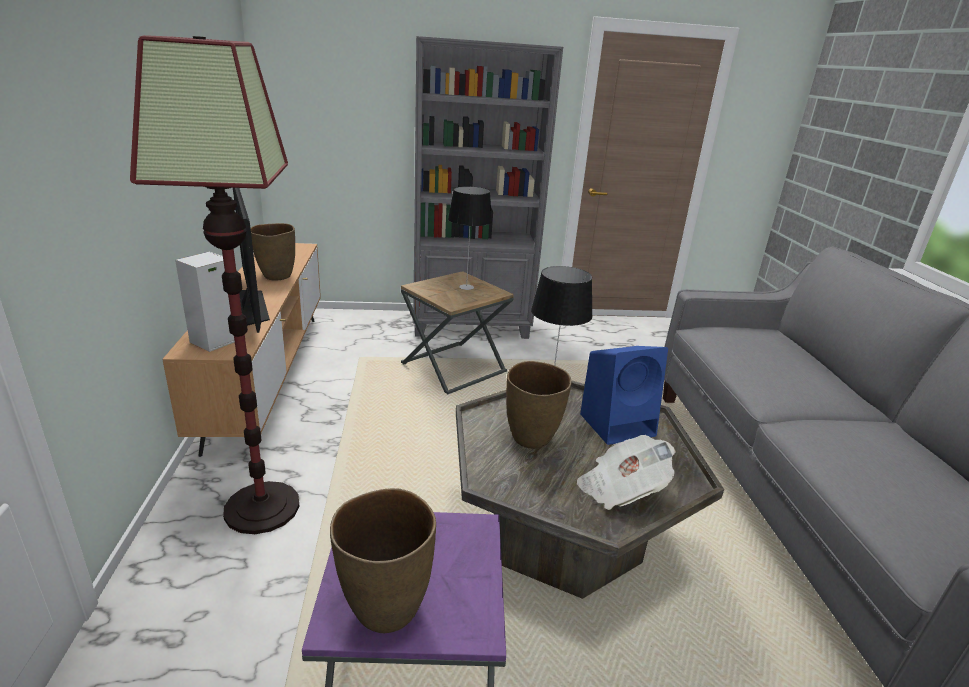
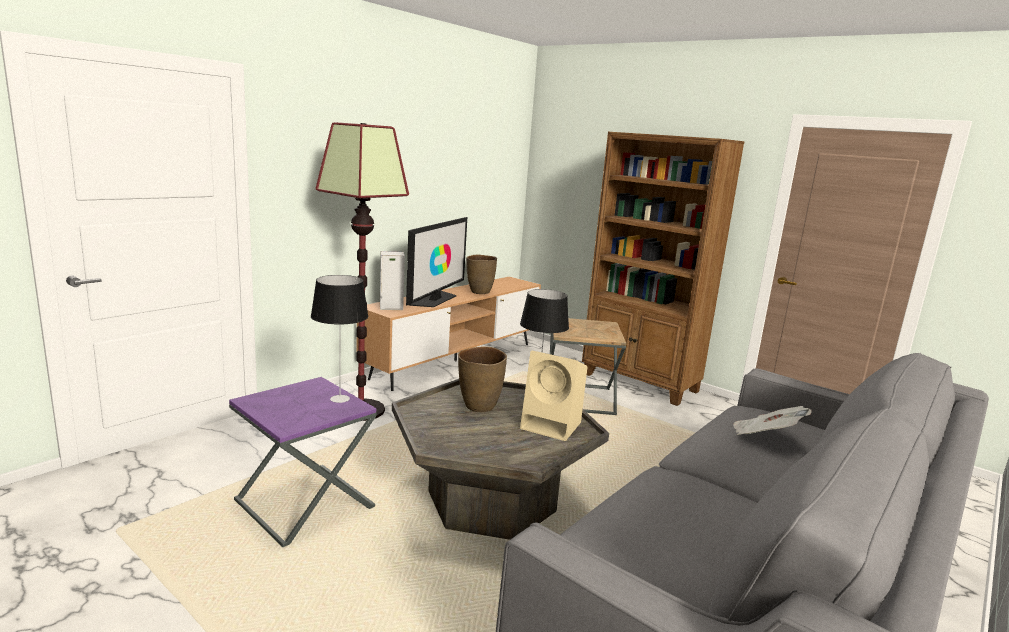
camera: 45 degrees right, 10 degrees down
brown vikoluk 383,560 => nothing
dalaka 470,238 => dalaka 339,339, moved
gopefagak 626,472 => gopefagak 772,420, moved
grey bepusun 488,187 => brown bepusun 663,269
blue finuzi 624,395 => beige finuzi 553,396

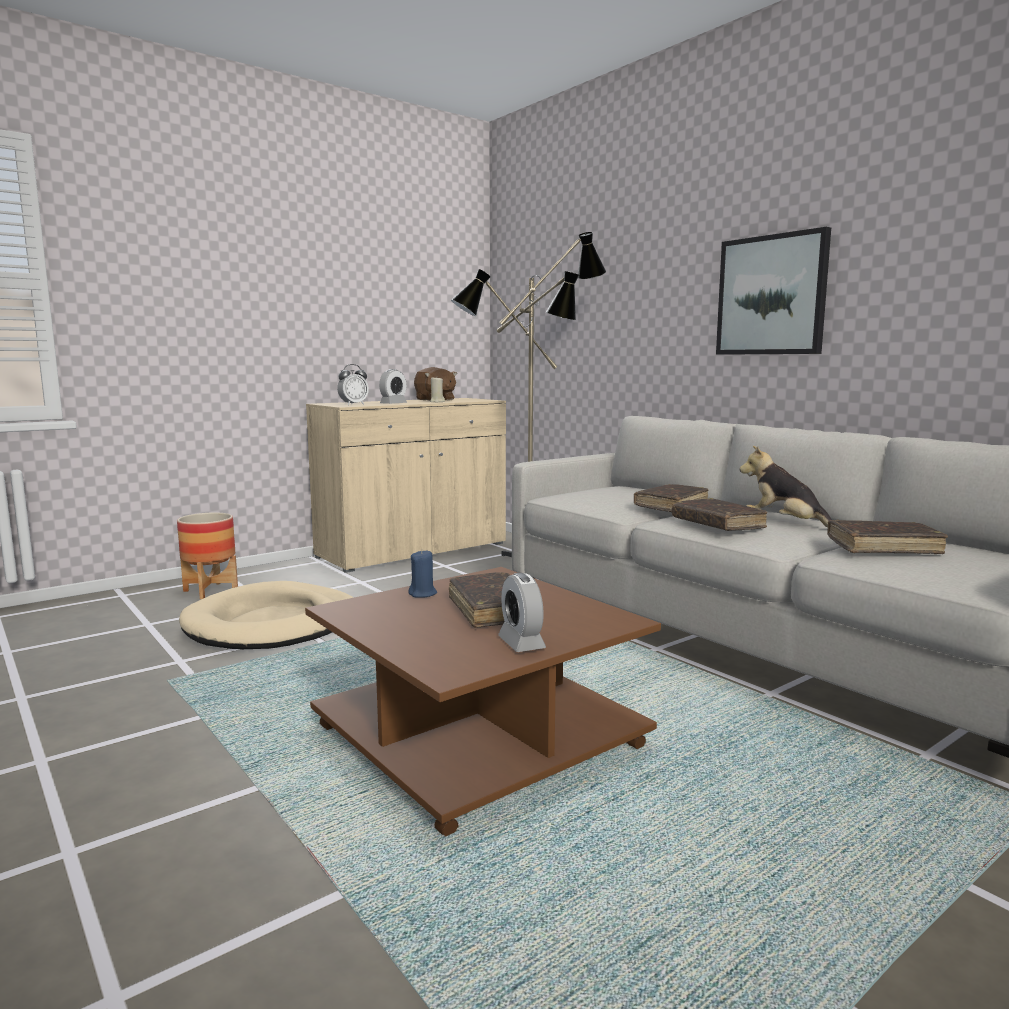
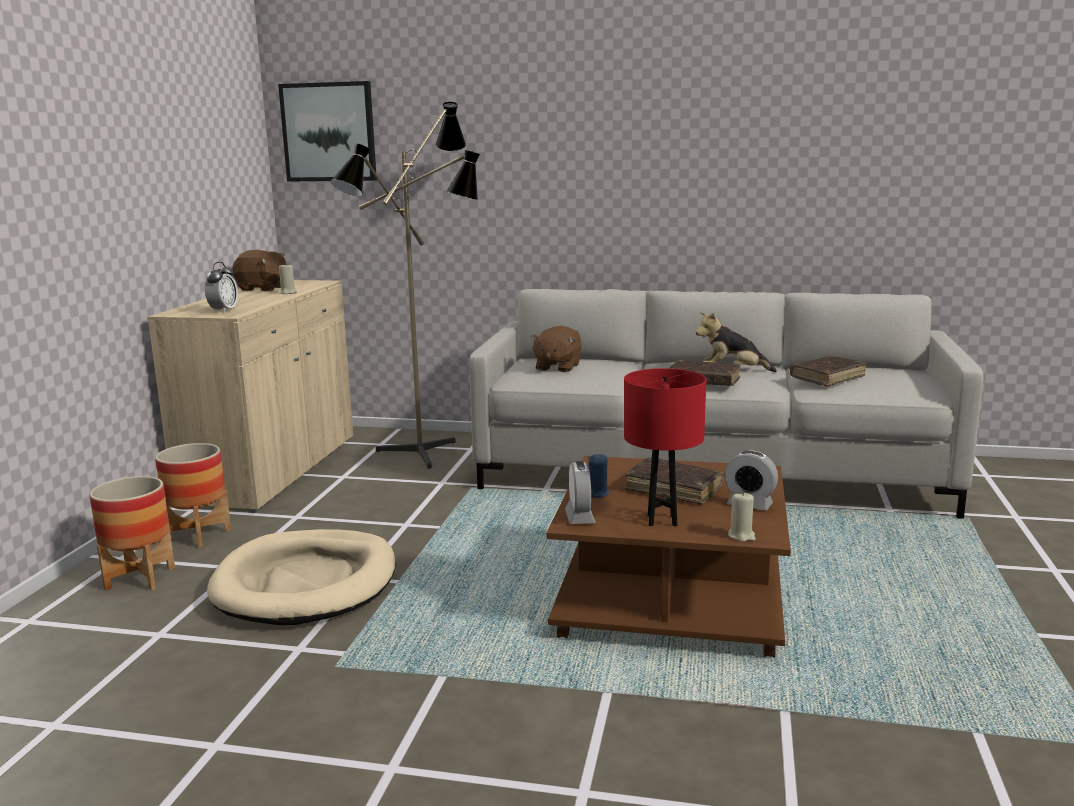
camera: 40 degrees left, 5 degrees up
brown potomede 671,498 => nothing
nothing => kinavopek 193,495
nothing => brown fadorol 556,349
nothing => red dalaka 665,447
nothing => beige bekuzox 741,517
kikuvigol 393,386 => kikuvigol 580,492, moved
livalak 773,291 => livalak 327,131, moved

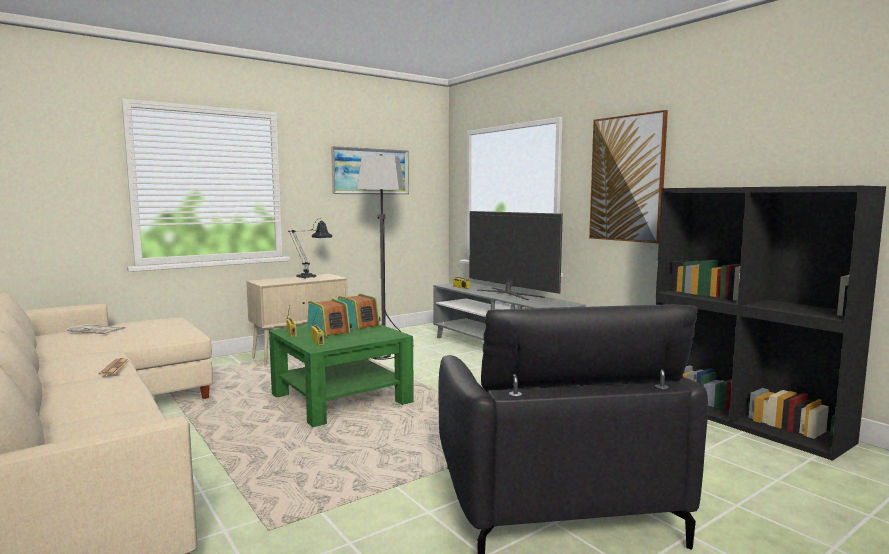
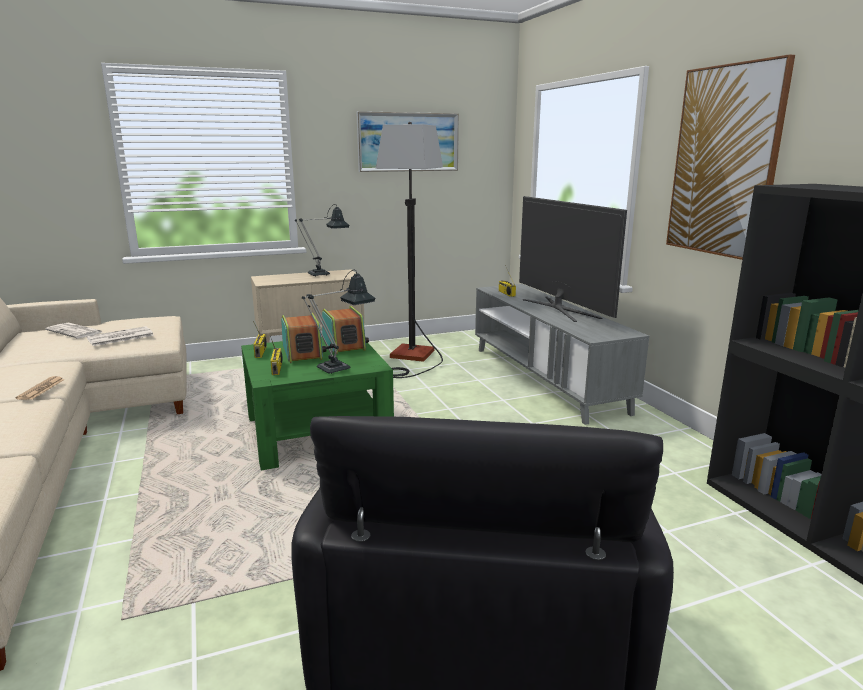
camera: 15 degrees right, 10 degrees up
nothing => gopefagak 120,336
nothing => dalaka 338,322

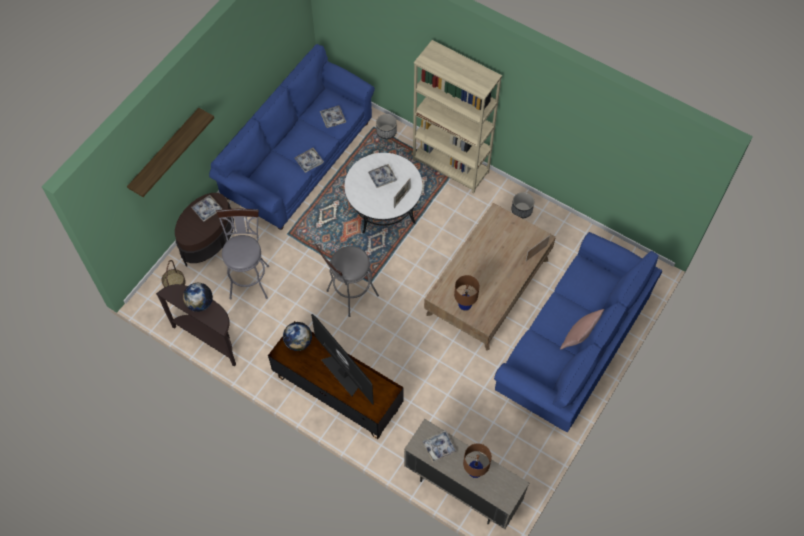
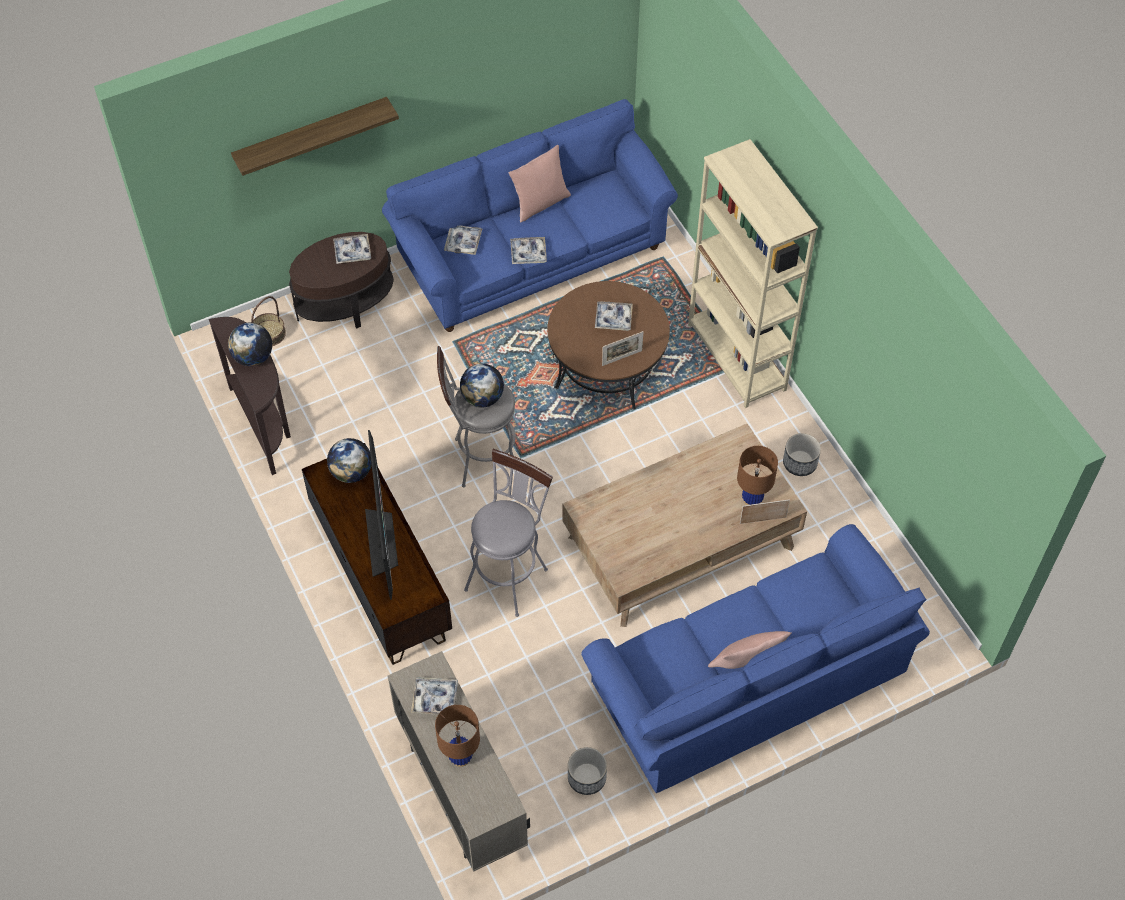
camera: 30 degrees right, 5 degrees down
nothing => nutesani 482,385
nothing => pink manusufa 540,184
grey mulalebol 242,254 => grey mulalebol 508,533, moved
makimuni 333,117 => makimuni 463,240, moved
kinavopek 386,126 => kinavopek 587,771, moved
brown dalaka 466,293 => brown dalaka 757,475, moved
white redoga 383,193 => brown redoga 608,345

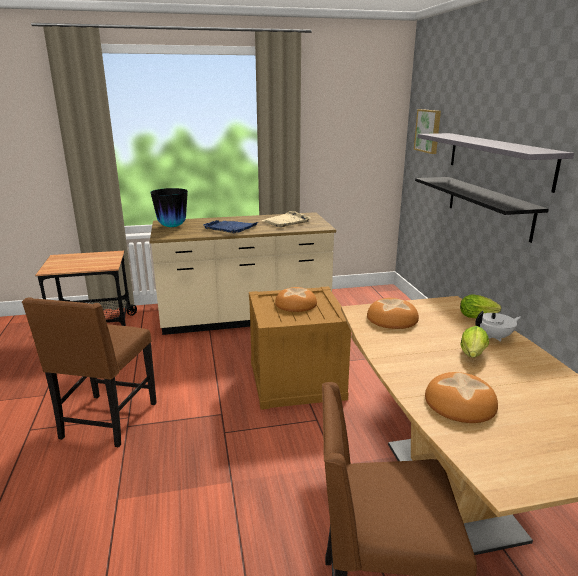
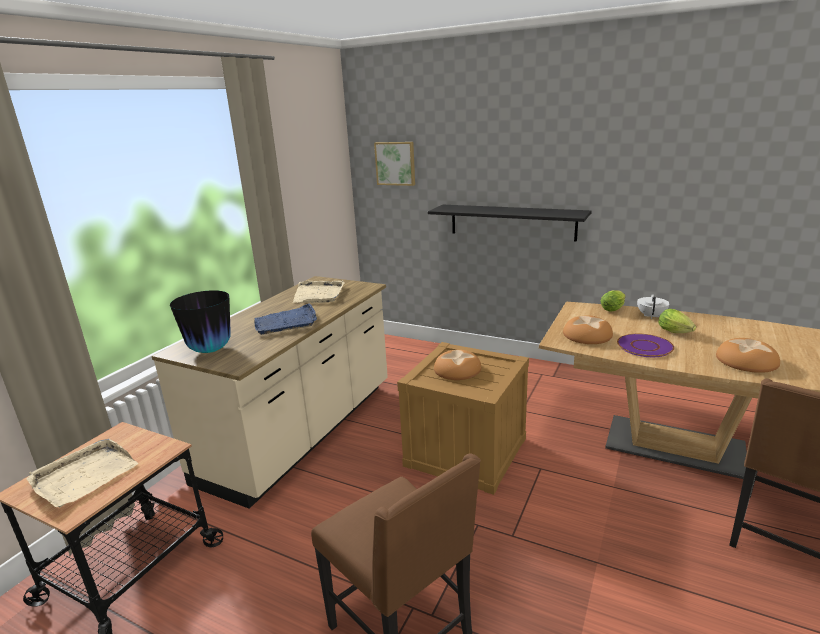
camera: 50 degrees left, 0 degrees up
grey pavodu 495,163 => nothing
nothing => beige makimuni 82,473
nothing => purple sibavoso 645,345

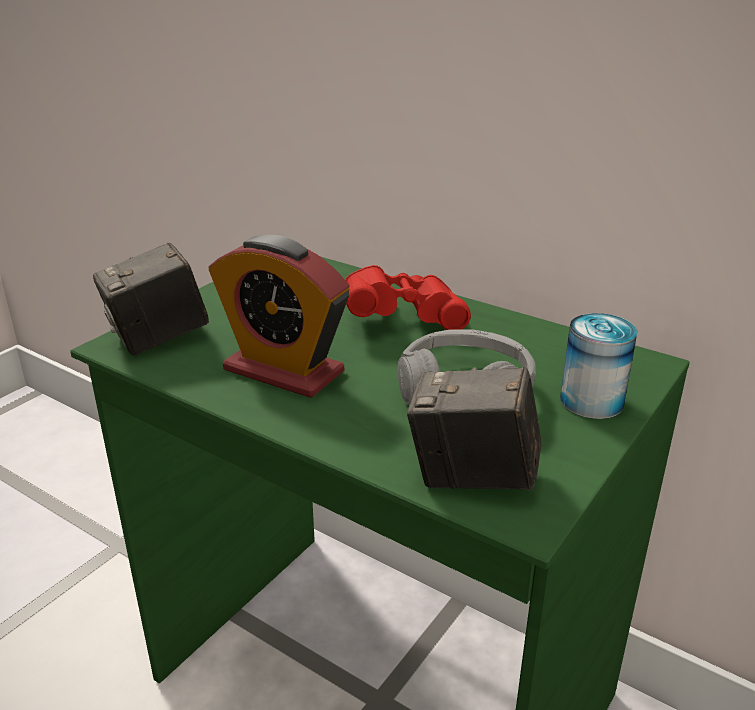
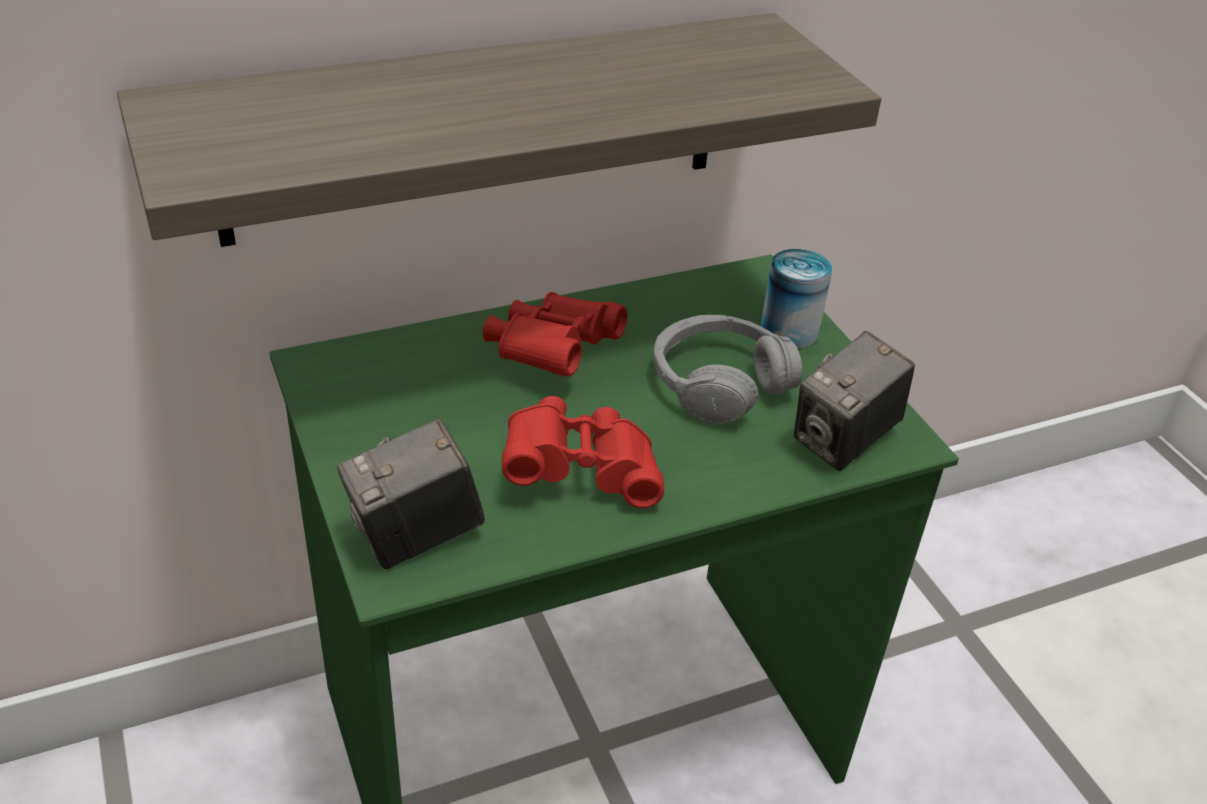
camera: 60 degrees left, 10 degrees up
nothing => pavodu 499,130
kikuvigol 279,316 => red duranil 583,452
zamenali 151,299 => zamenali 411,493, 60 degrees clockwise

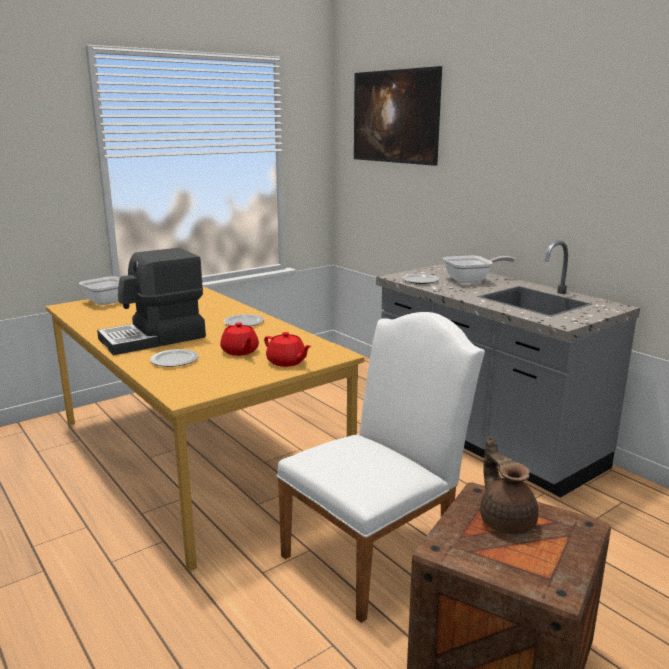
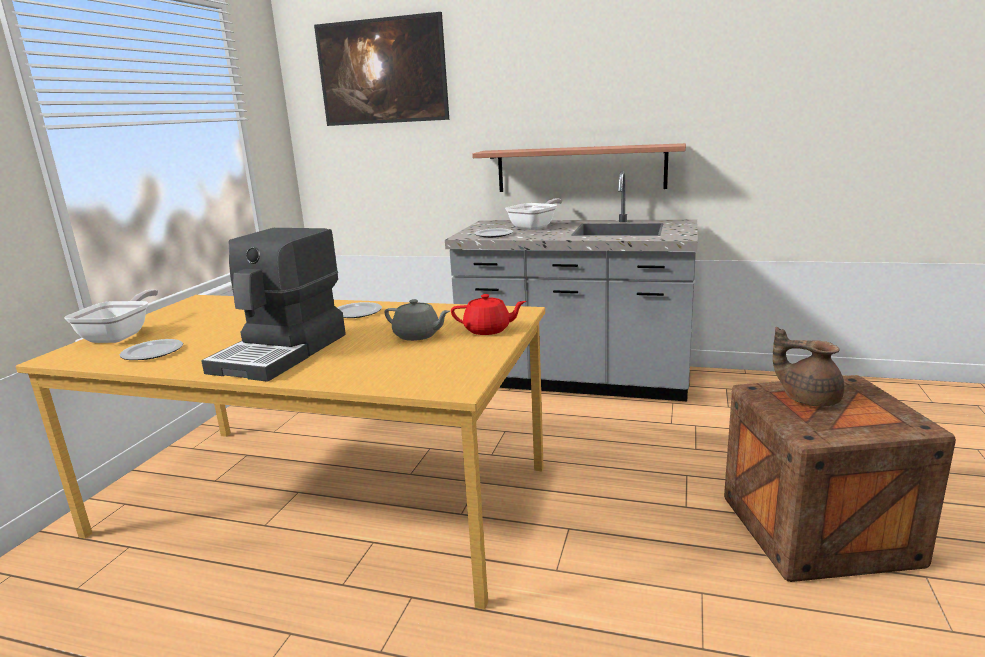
camera: 35 degrees left, 0 degrees up
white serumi 381,467 => nothing
nothing => pavodu 579,167
sibavoso 174,358 => sibavoso 151,349, moved
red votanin 239,339 => grey votanin 417,320

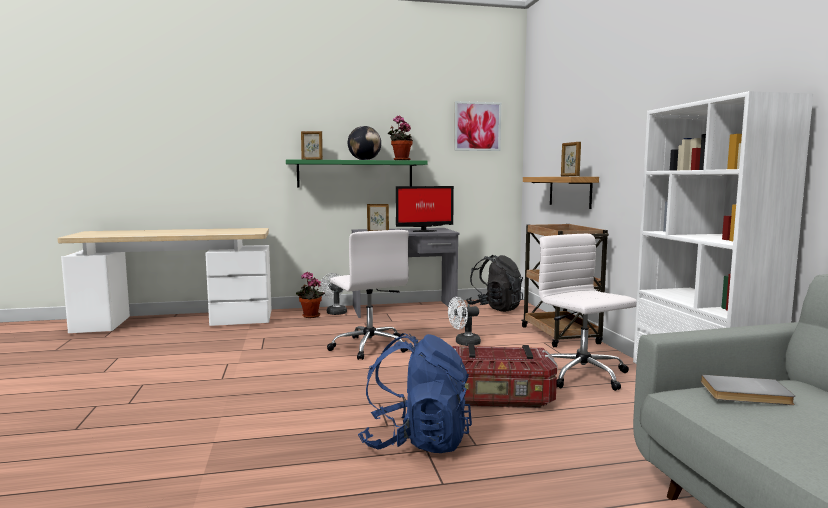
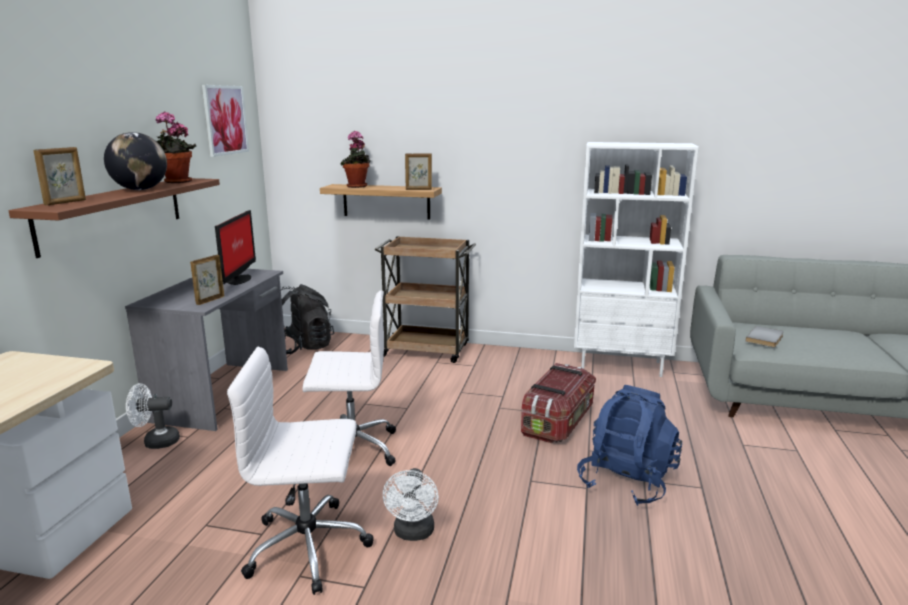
camera: 65 degrees left, 10 degrees up
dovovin 310,295 => dovovin 356,159, moved
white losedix 464,321 => white losedix 411,504, moved
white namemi 588,312 => white namemi 300,470, moved
green pavodu 357,173 => brown pavodu 114,218

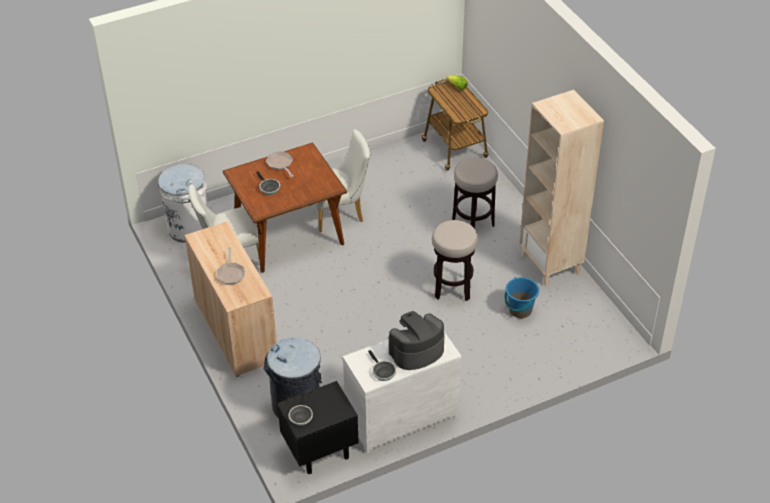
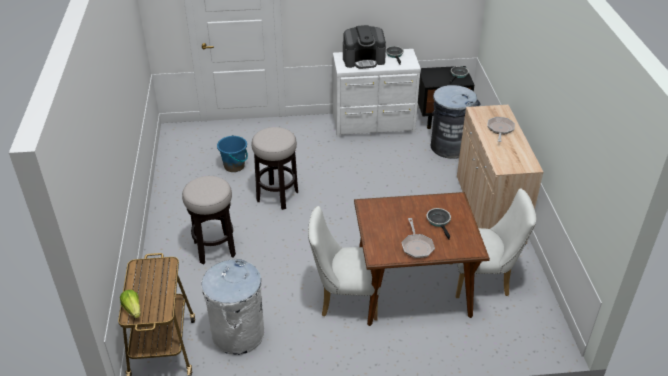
camera: 160 degrees left, 5 degrees down
beige bepusun 561,188 => nothing
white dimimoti 183,203 => white dimimoti 232,307, moved

